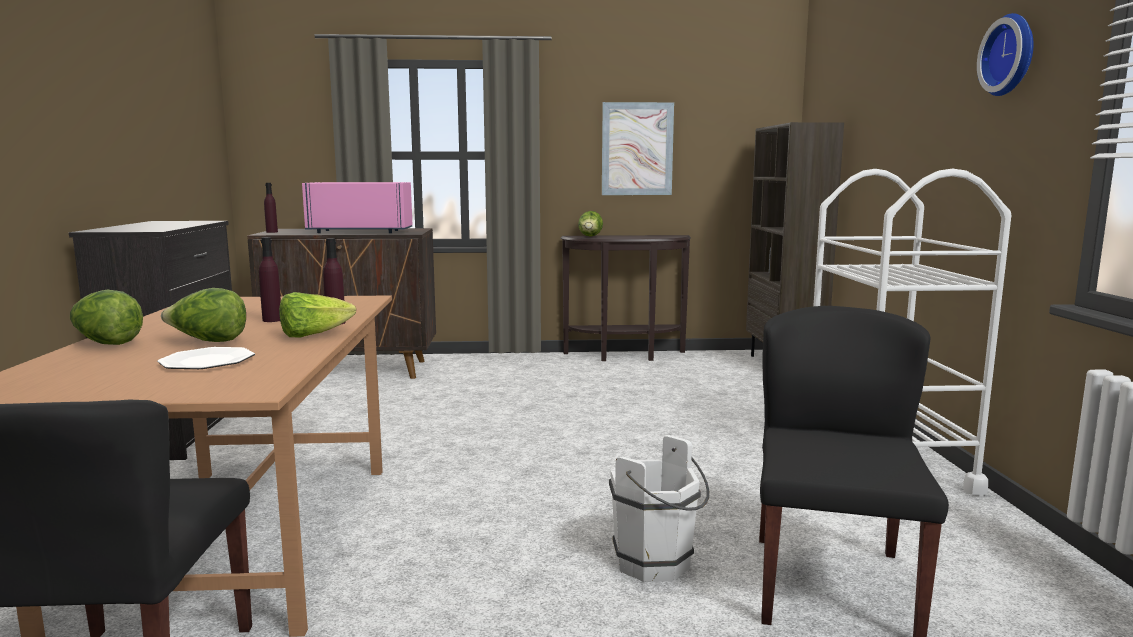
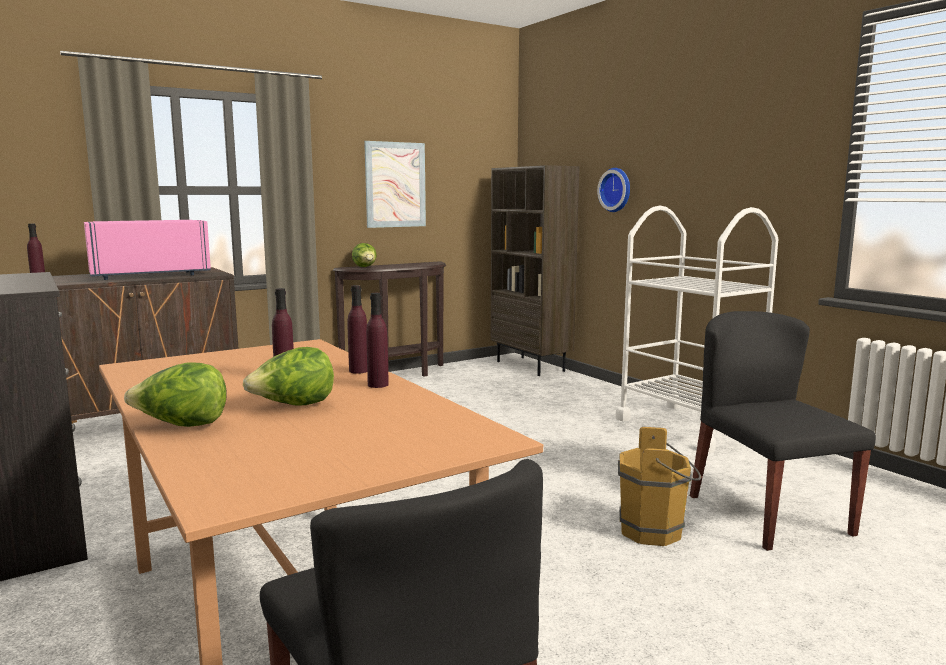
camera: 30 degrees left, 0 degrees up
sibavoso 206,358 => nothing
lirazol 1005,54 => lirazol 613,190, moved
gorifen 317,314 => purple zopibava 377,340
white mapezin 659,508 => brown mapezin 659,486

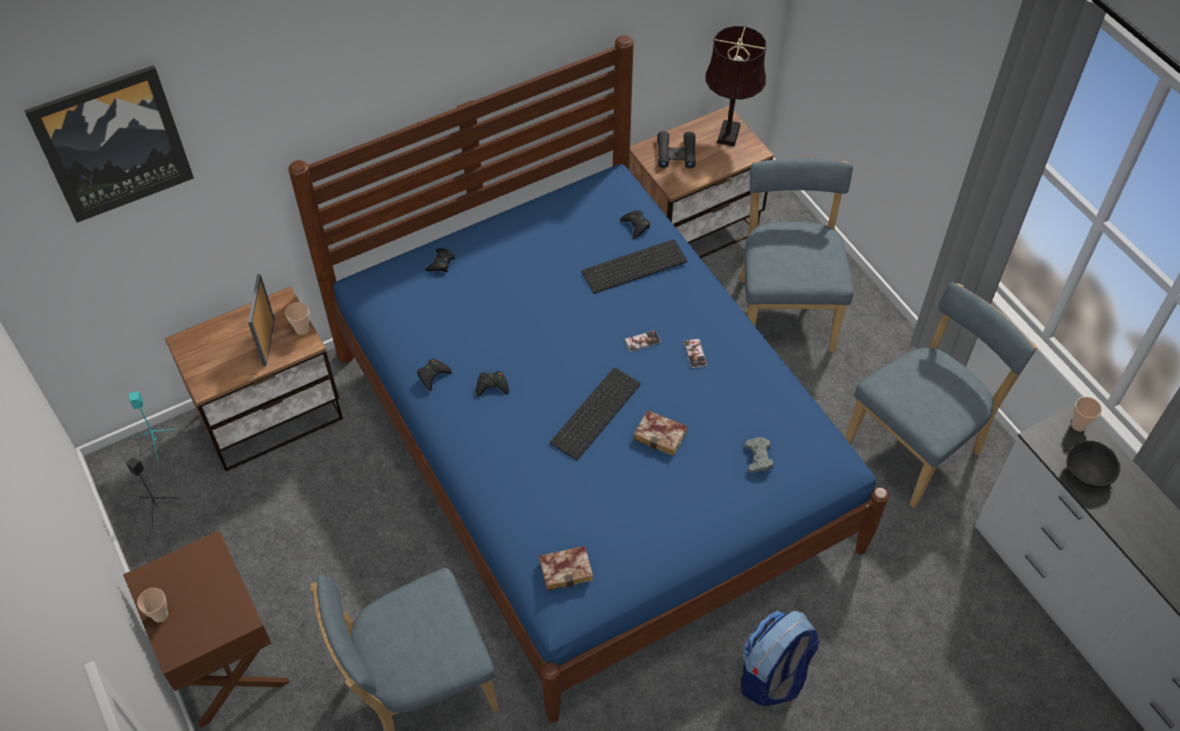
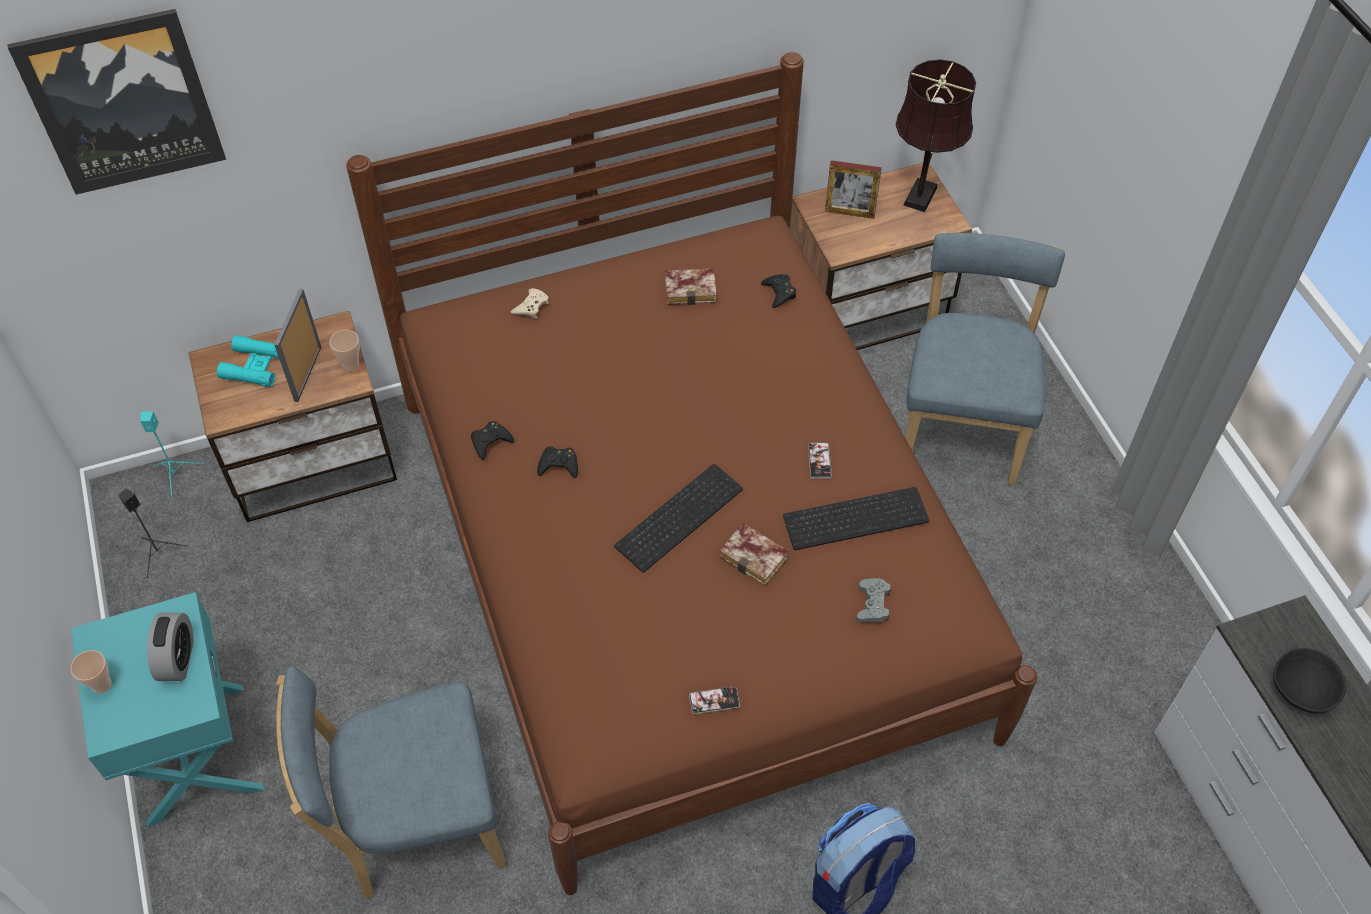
camera: 10 degrees right, 0 degrees up
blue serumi 941,395 => nothing
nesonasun 1086,414 => nothing
nothing => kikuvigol 170,647
nothing => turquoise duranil 248,361
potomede 566,568 => potomede 690,287, moved
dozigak 634,266 => dozigak 856,518, moved
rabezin 642,341 => rabezin 714,700, moved
black duranil 676,150 => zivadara 853,189
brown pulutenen 206,628 => turquoise pulutenen 167,709
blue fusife 588,379 => brown fusife 692,473
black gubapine 440,260 => beige gubapine 530,303

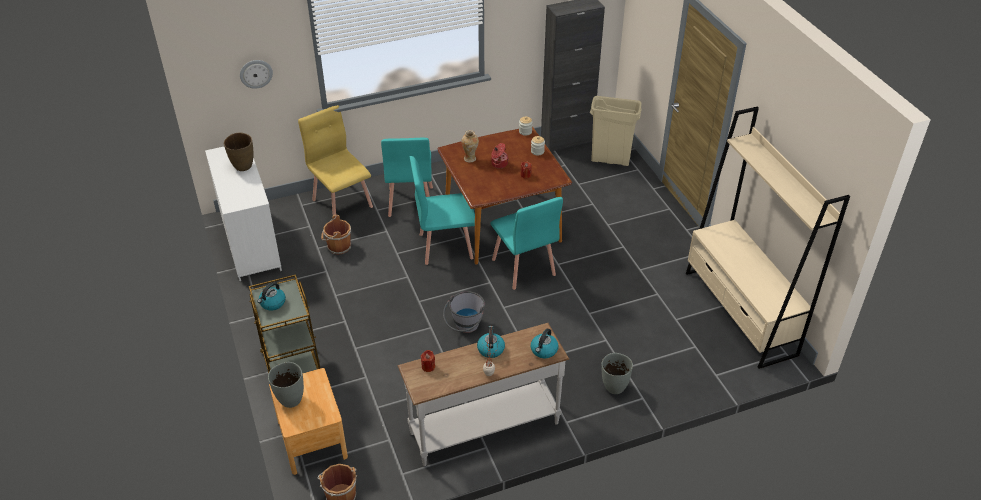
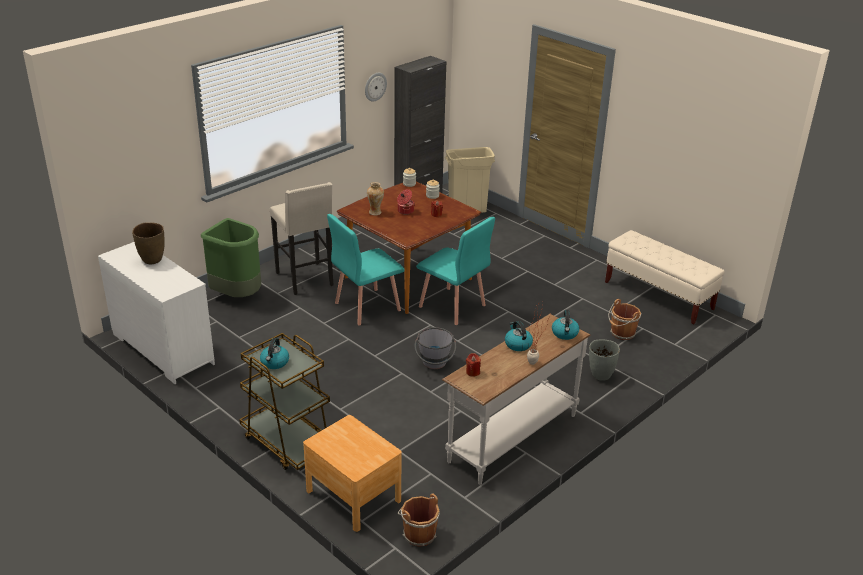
camera: 25 degrees left, 10 degrees down
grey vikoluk 286,385 => nothing
lirazol 256,74 => lirazol 376,87, moved
brown mapezin 336,235 => brown mapezin 624,319, moved
yellow serumi 335,160 => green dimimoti 231,257
turquoise serumi 407,177 => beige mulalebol 301,238
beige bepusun 768,237 => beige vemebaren 665,277

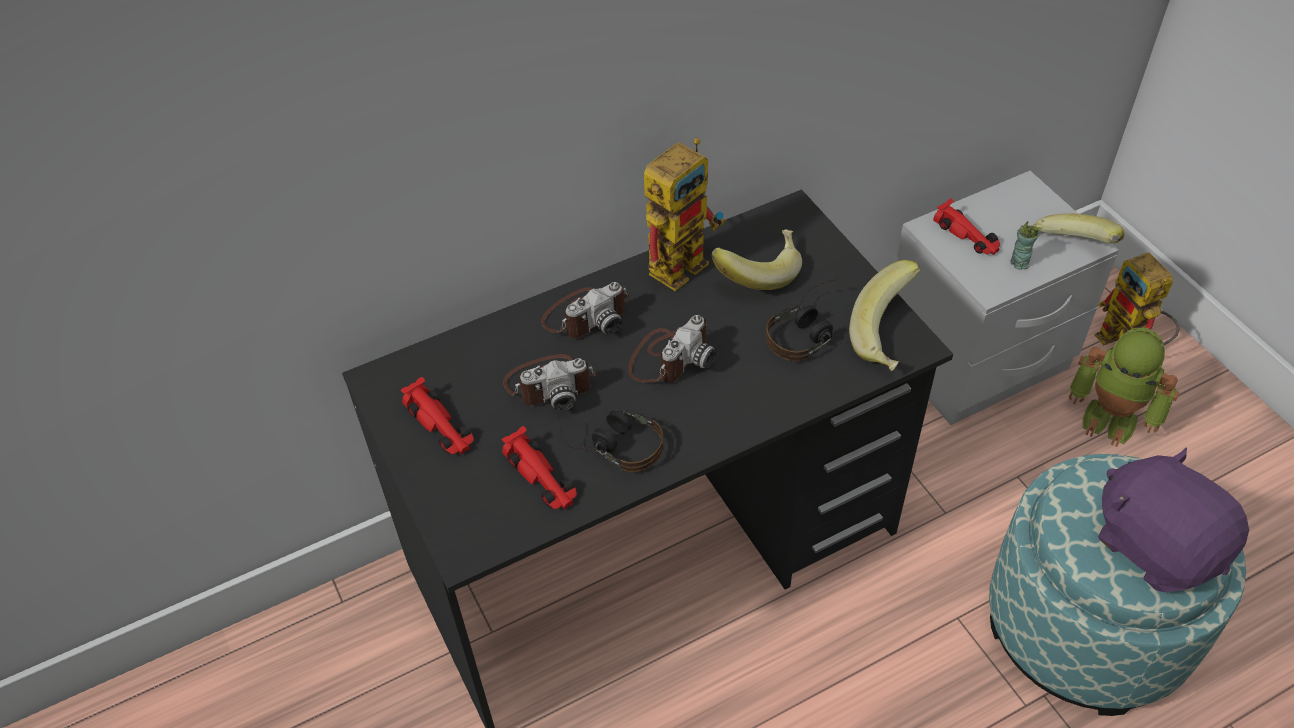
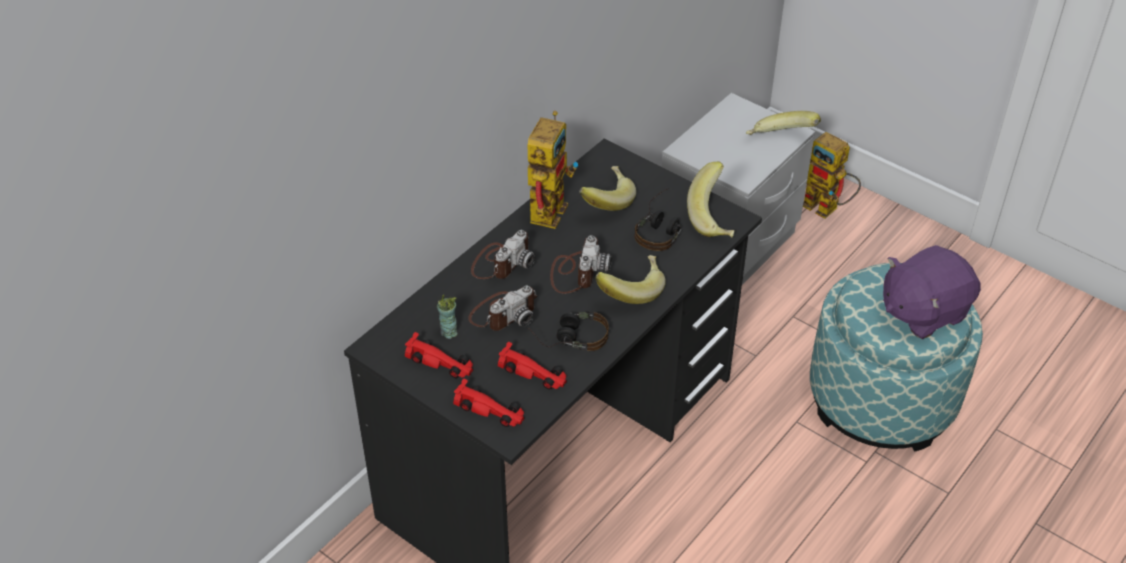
camera: 25 degrees left, 5 degrees down
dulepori 1124,387 => nothing
nothing => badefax 630,279
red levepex 966,226 => red levepex 488,403, moved
nesonasun 1026,245 => nesonasun 447,317, moved
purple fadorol 1173,520 => purple fadorol 932,292, 60 degrees counterclockwise

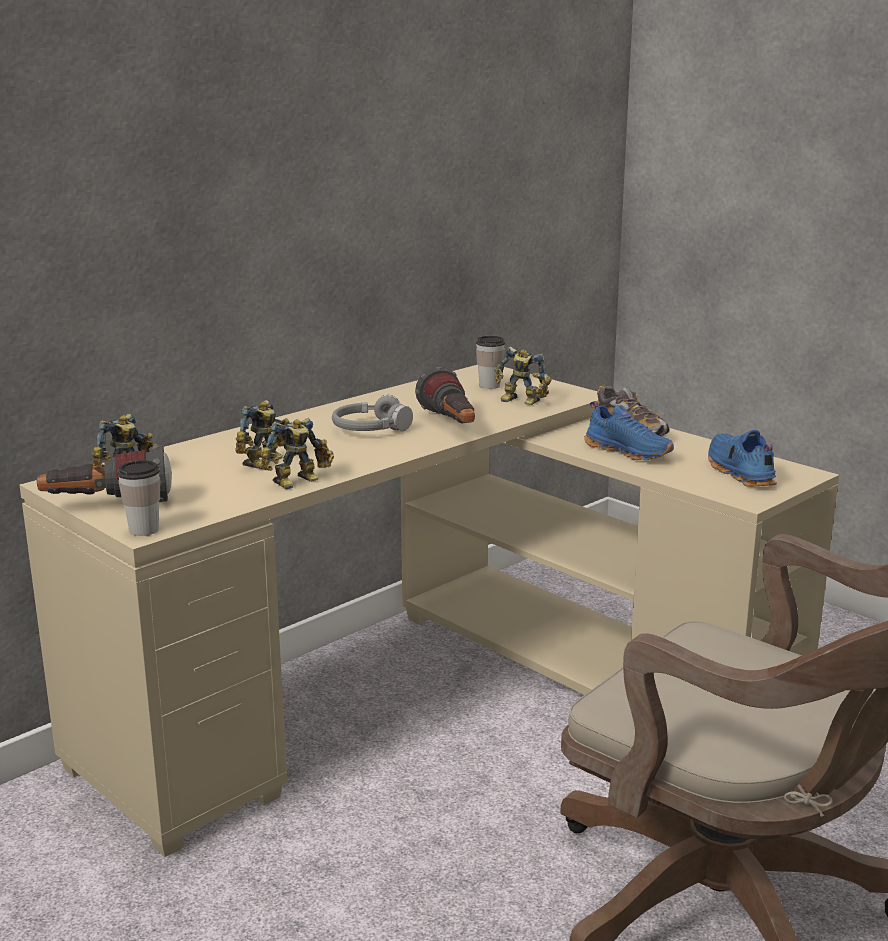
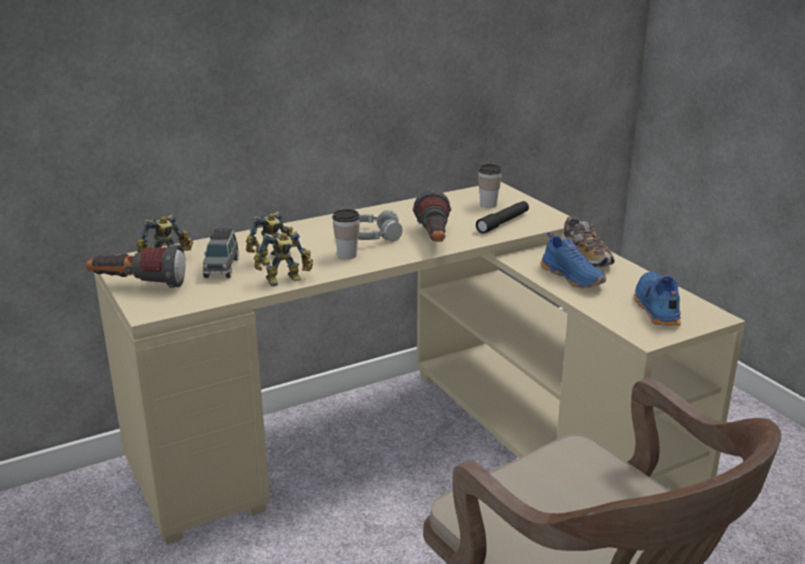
camera: 15 degrees right, 5 degrees up
nothing => grey levepex 221,253
nesonasun 138,498 => nesonasun 346,234, moved
dulepori 523,376 => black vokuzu 502,217

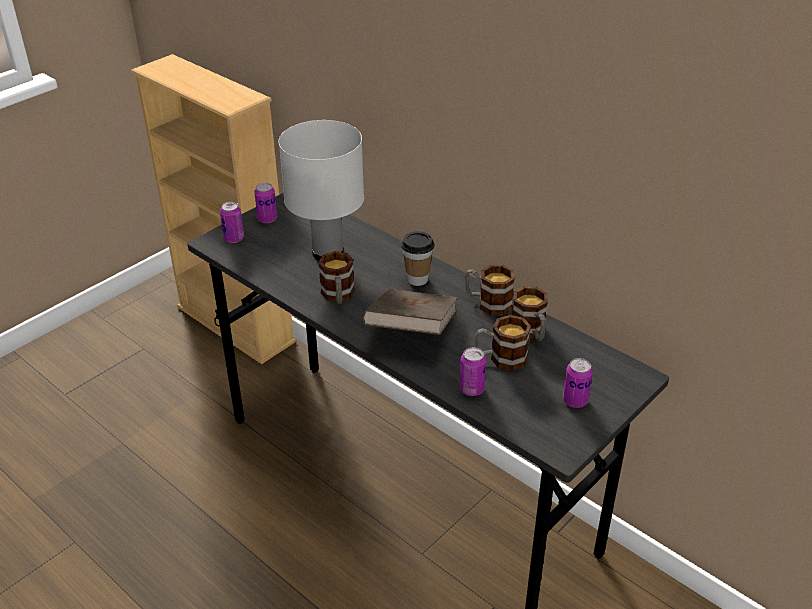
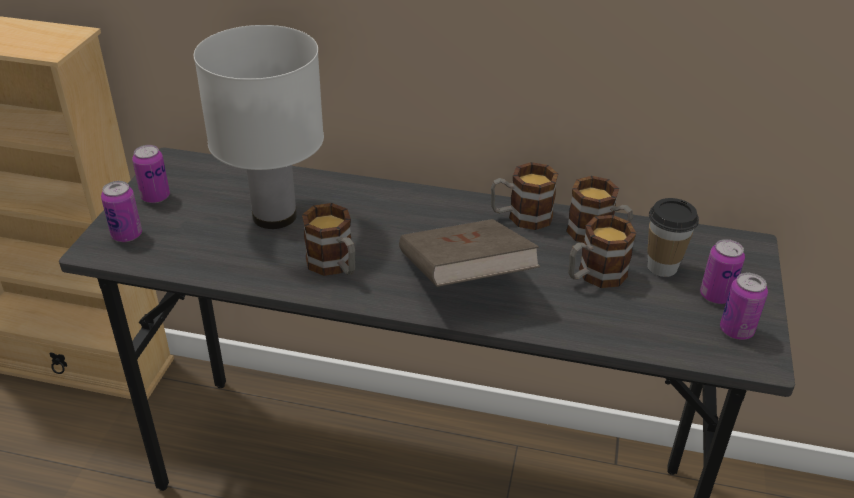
camera: 30 degrees left, 0 degrees up
nesonasun 418,258 => nesonasun 673,237, moved
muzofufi 473,371 => muzofufi 744,306, moved

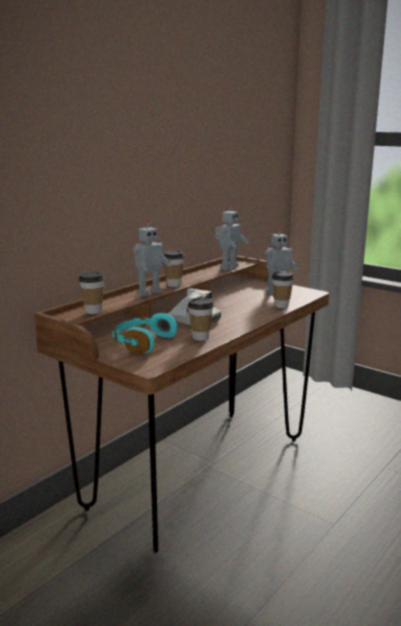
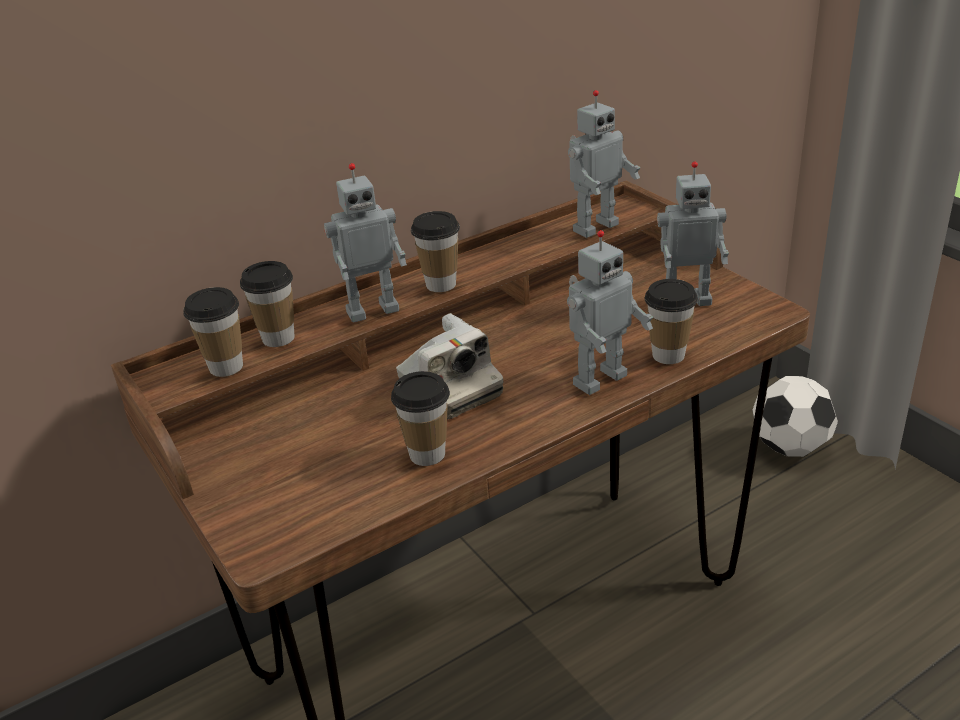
camera: 20 degrees right, 15 degrees up
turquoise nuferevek 145,333 => nothing
nothing => nesonasun 267,304
nothing => dulepori 610,312
nothing => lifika 795,416

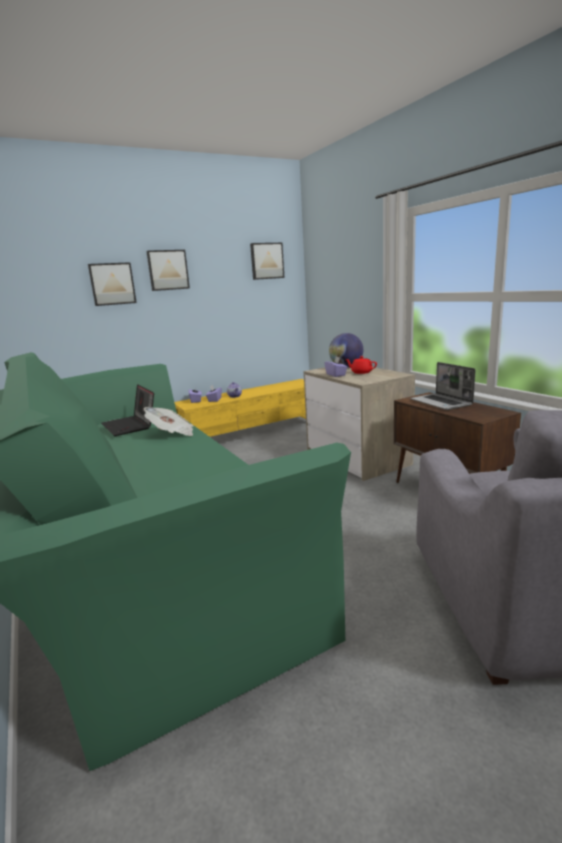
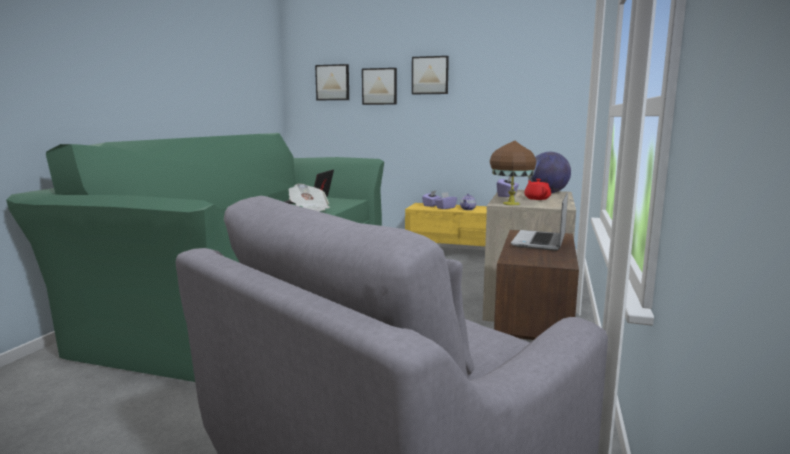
camera: 45 degrees right, 5 degrees down
nothing => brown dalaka 513,172
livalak 267,261 => livalak 332,82, moved

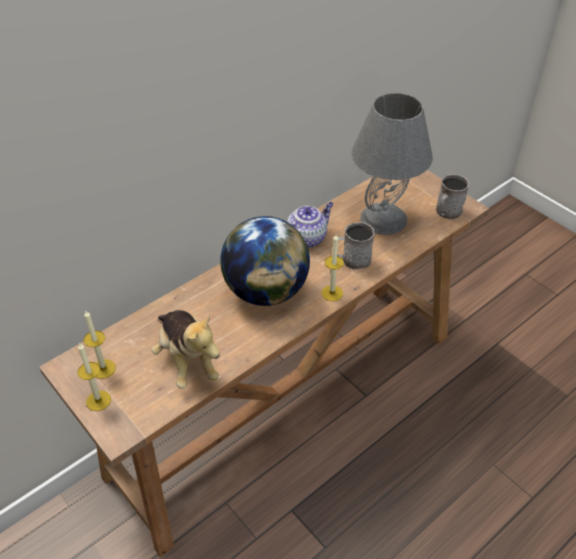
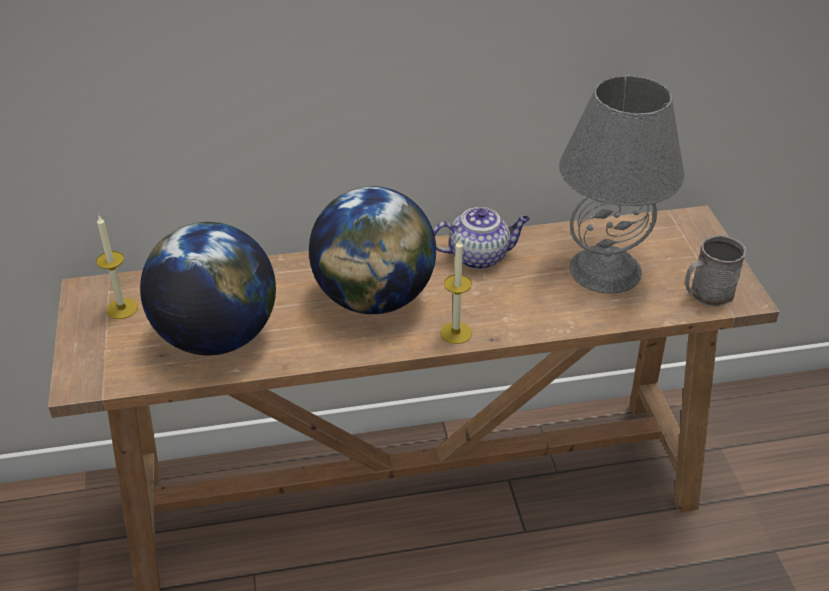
camera: 30 degrees right, 5 degrees down
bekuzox 94,377 => nothing
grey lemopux 356,245 => nothing
fadorol 186,349 => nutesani 208,288

